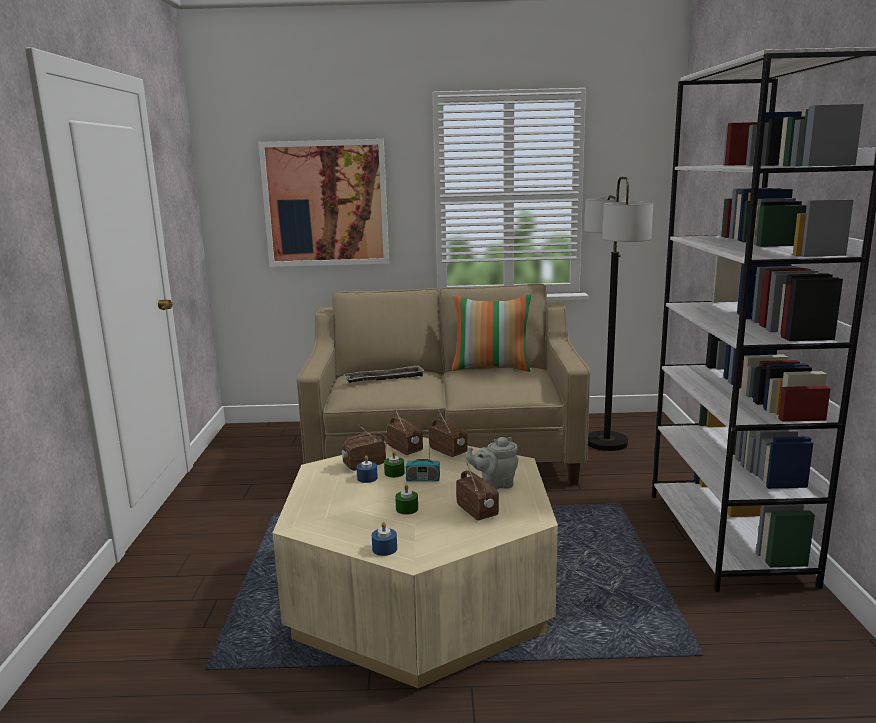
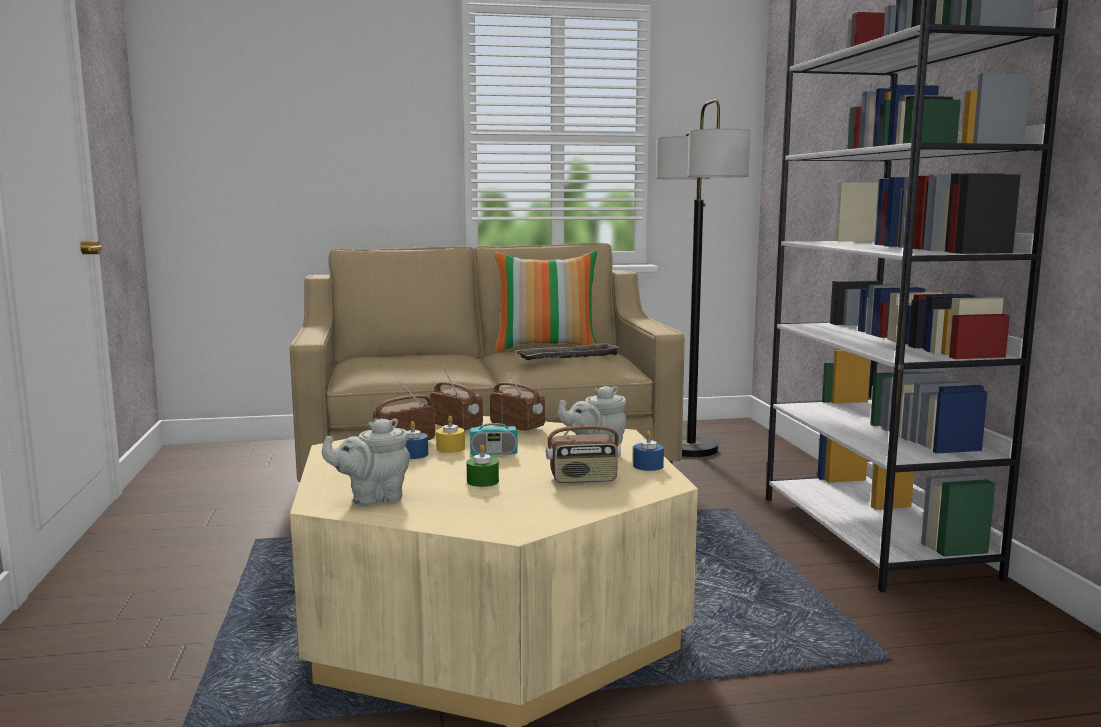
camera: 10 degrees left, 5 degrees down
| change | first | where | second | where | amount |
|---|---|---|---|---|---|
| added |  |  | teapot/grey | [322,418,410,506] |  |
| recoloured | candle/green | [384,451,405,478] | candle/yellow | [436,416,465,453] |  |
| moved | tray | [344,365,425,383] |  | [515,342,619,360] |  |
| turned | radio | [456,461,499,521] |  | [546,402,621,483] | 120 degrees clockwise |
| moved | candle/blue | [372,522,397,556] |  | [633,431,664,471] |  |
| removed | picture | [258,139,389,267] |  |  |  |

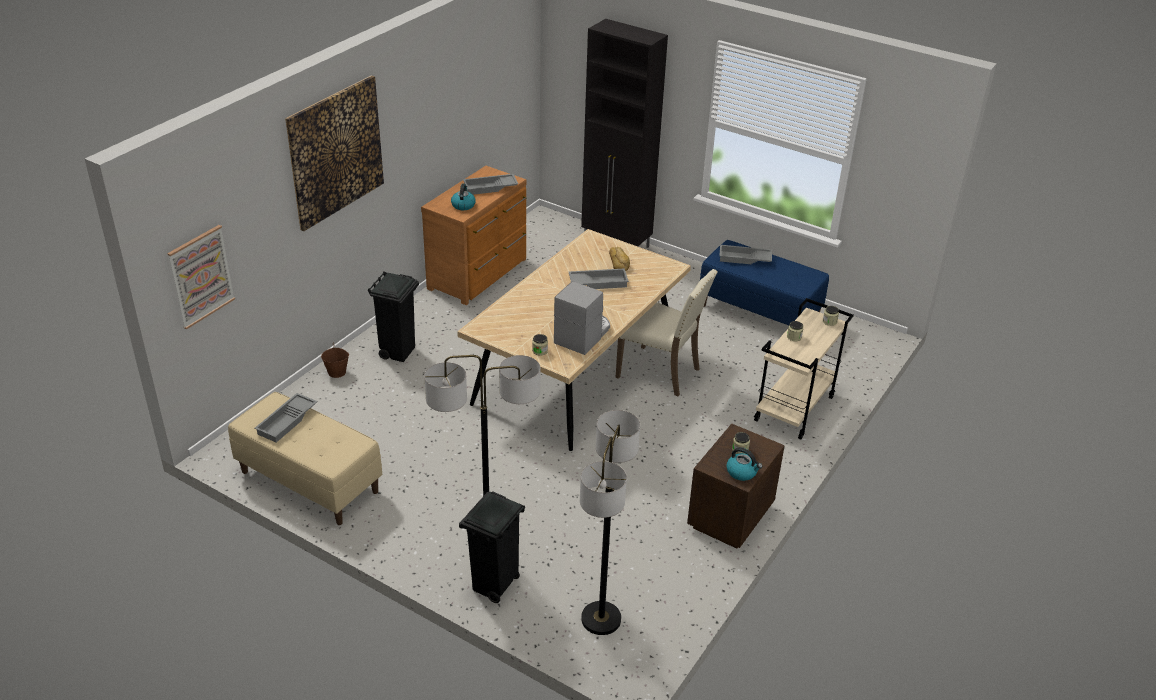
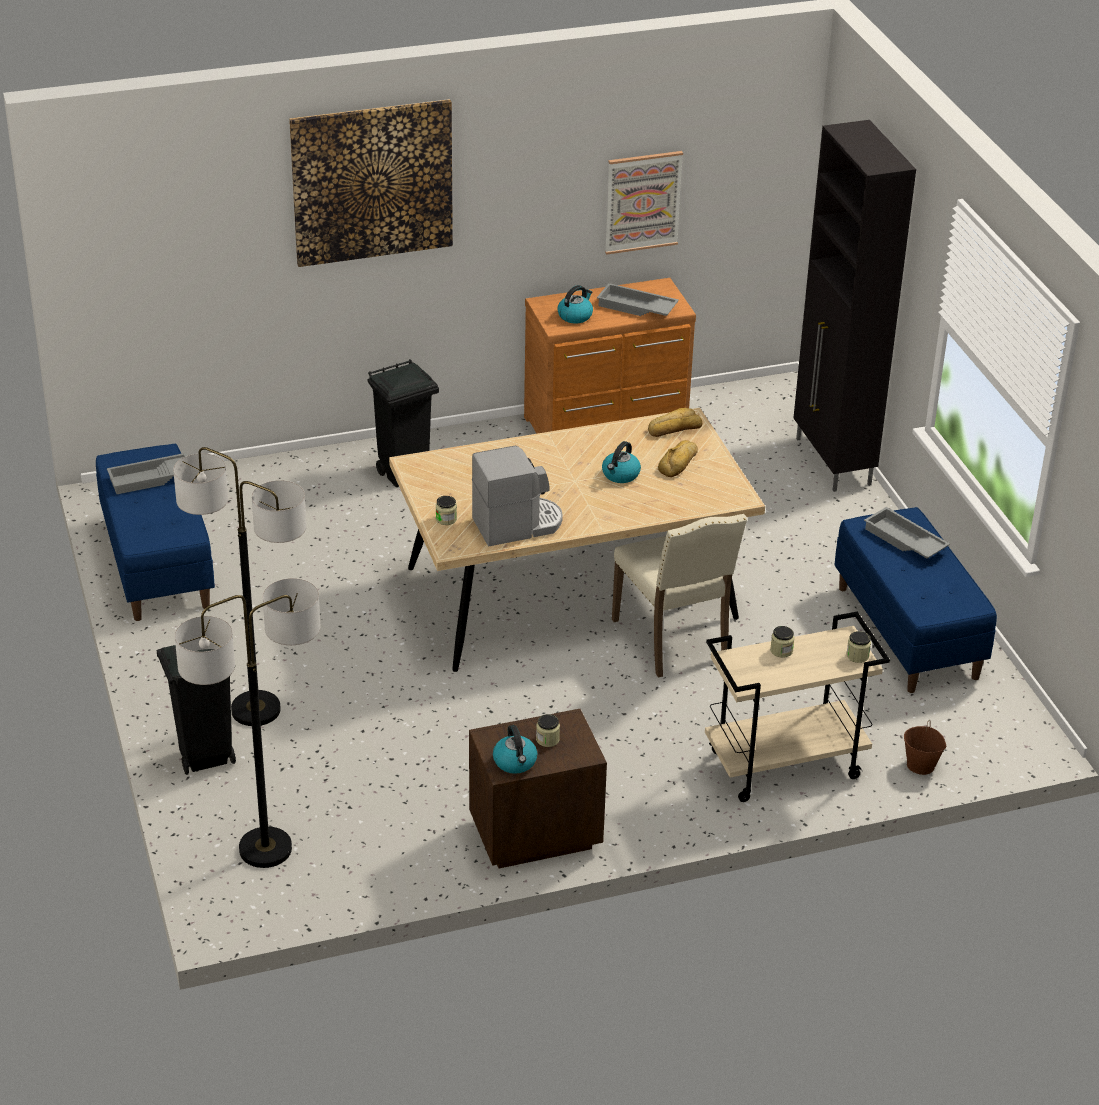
camera: 40 degrees right, 0 degrees up
| change | first | where | second | where | amount |
|---|---|---|---|---|---|
| recoloured | bench/beige | [228,392,382,525] | bench/blue | [96,444,215,621] |  |
| replaced | tray/grey | [569,268,629,289] | kettle | [602,441,641,483] |  |
| moved | picture | [167,225,235,330] |  | [605,151,683,255] |  |
| added |  |  | bread | [648,408,702,437] |  |
| moved | bucket/brown | [321,342,349,378] |  | [904,720,946,775] |  |

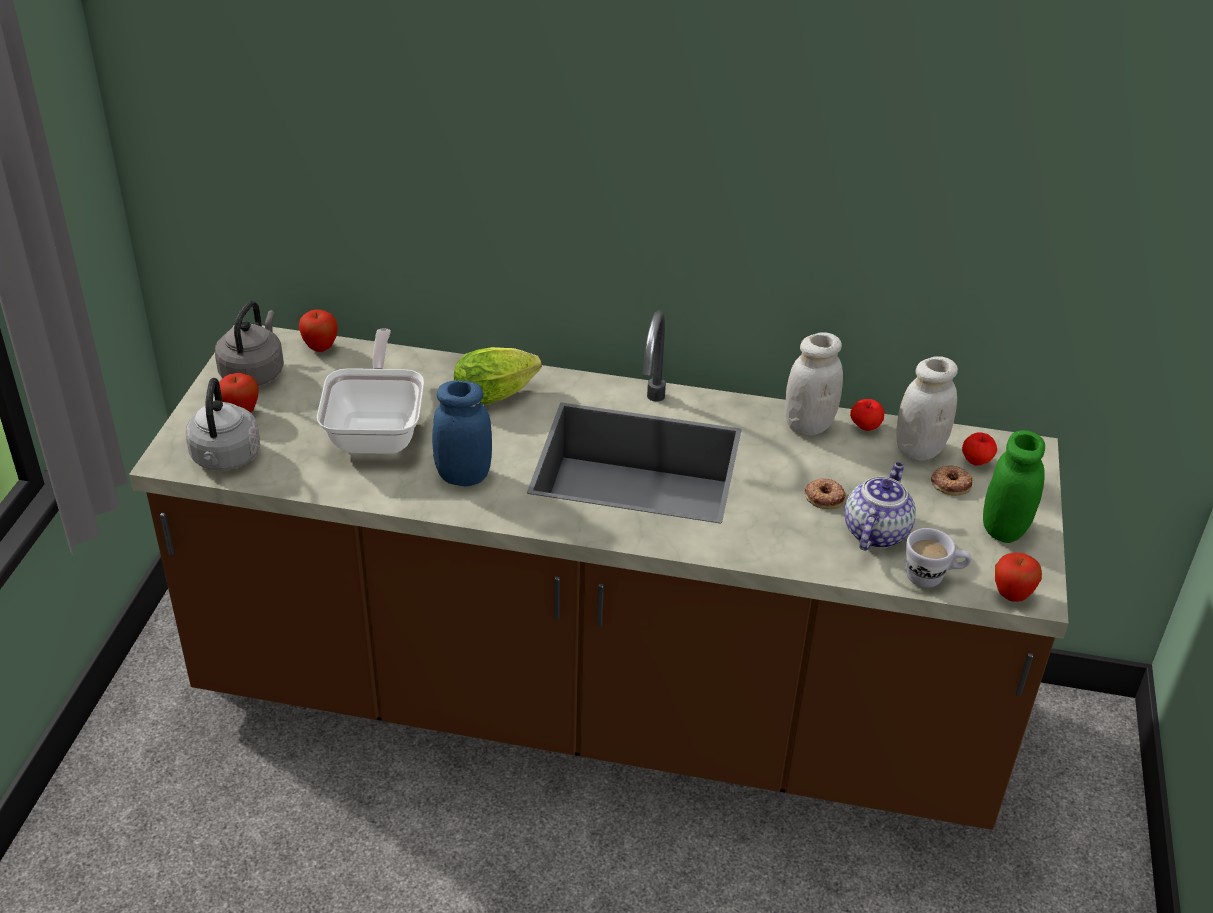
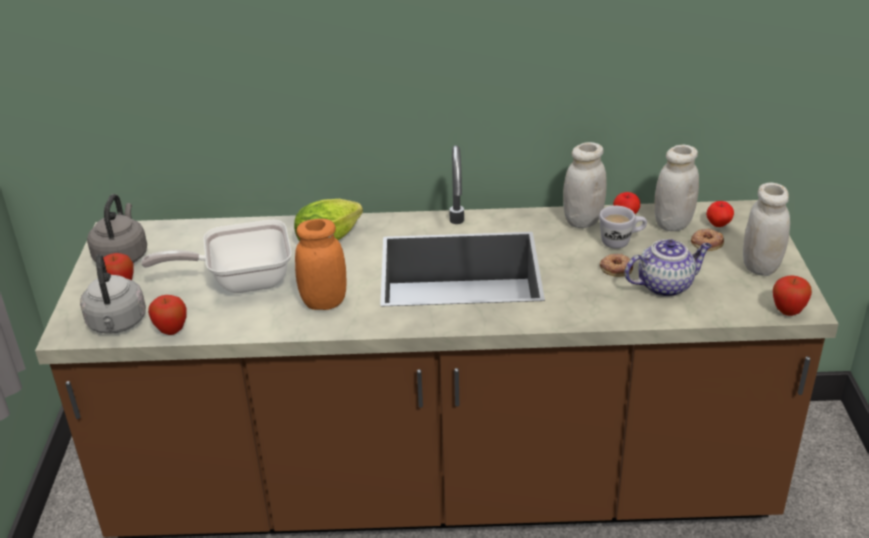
camera: 10 degrees left, 5 degrees down
| change | first | where | second | where | amount |
|---|---|---|---|---|---|
| turned | frying pan | [317,328,424,454] |  | [141,220,292,293] | 90 degrees counterclockwise |
| moved | apple | [299,310,338,352] |  | [148,295,187,335] |  |
| recoloured | jar/blue | [432,380,492,487] | jar/orange | [295,219,347,310] |  |
| moved | mug/white | [906,528,971,588] |  | [600,206,647,249] |  |
| turned | teapot | [845,462,916,551] |  | [624,239,712,297] | 60 degrees clockwise |
| recoloured | jar/green | [983,430,1045,543] | jar/white | [743,183,790,276] |  |

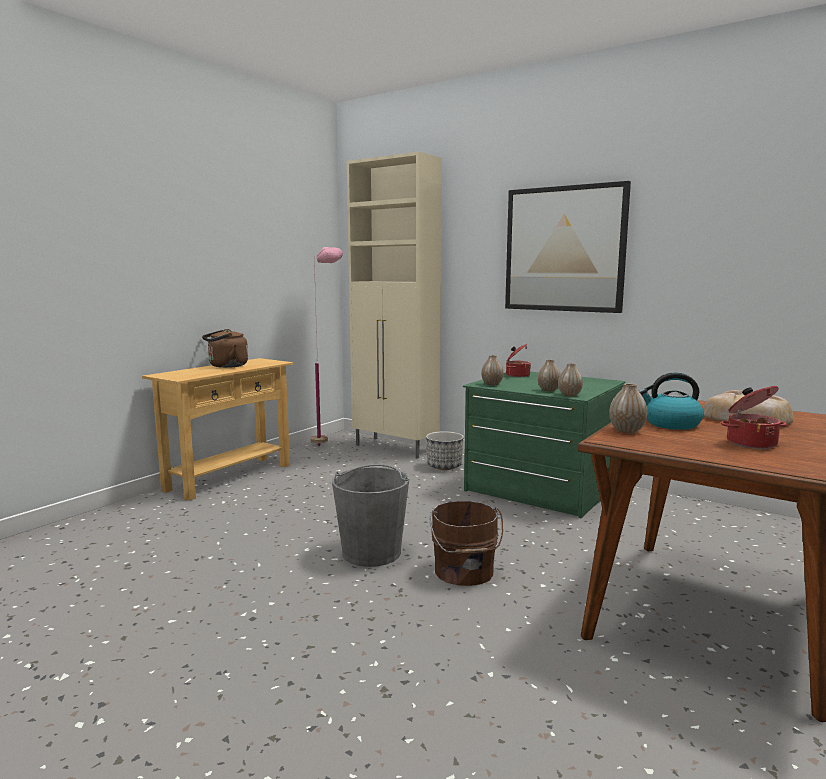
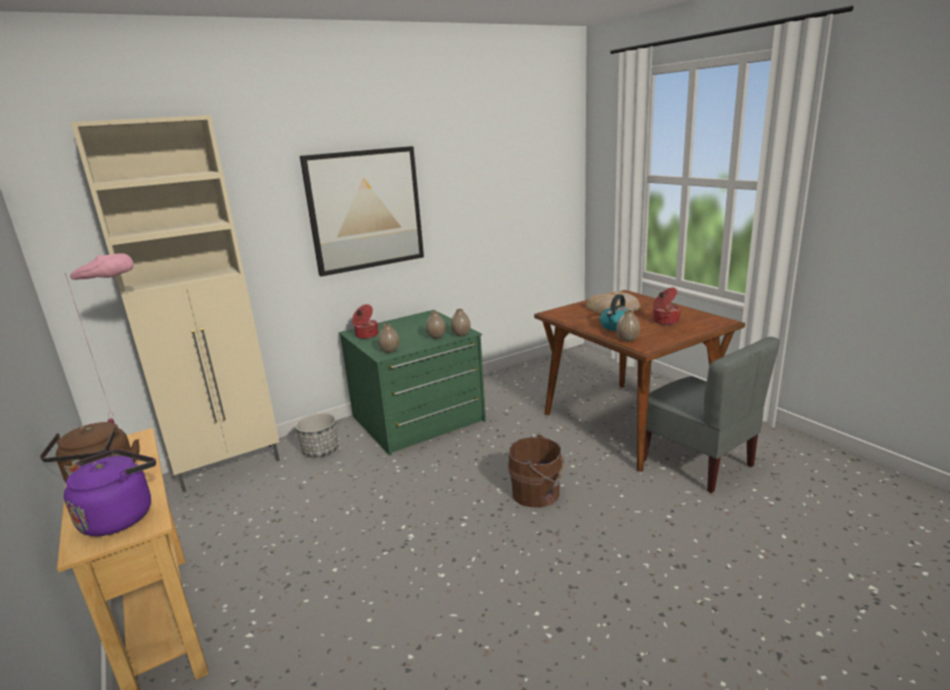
camera: 65 degrees left, 10 degrees up
| change | first | where | second | where | amount |
|---|---|---|---|---|---|
| added |  |  | kettle/purple | [64,450,156,536] |  |
| added |  |  | chair/grey | [644,337,780,493] |  |
| removed | bucket/grey | [332,464,409,567] |  |  |  |

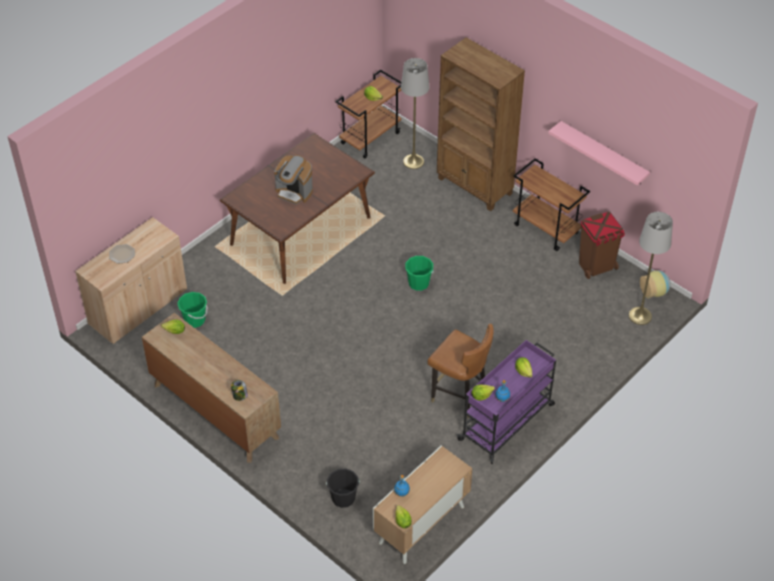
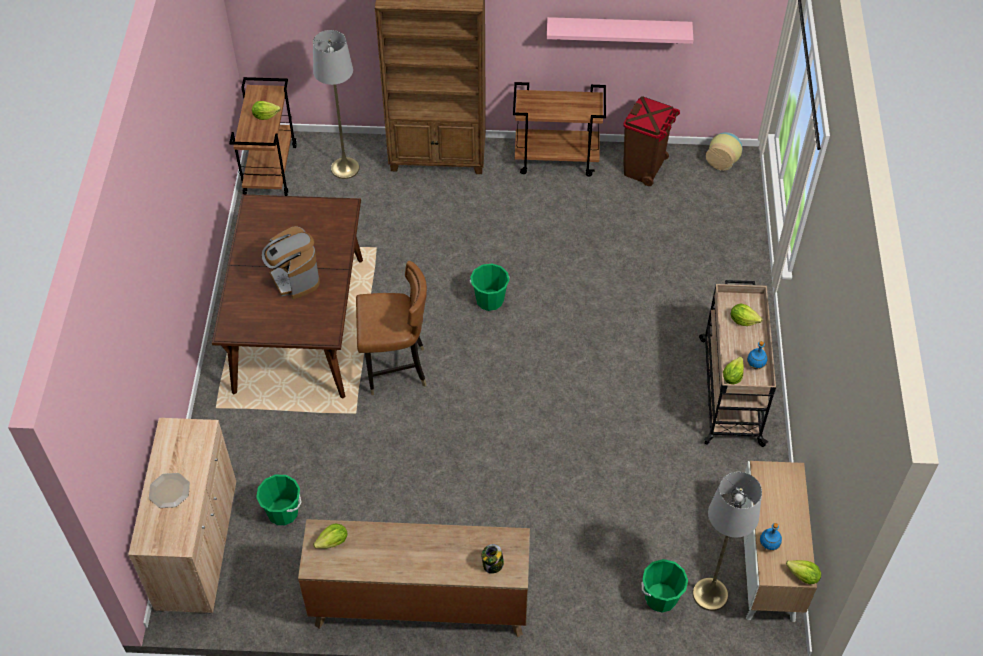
camera: 40 degrees left, 5 degrees up
| change | first | where | second | where | amount |
|---|---|---|---|---|---|
| turned | coffee machine | [274,155,313,205] |  | [262,226,320,299] | 75 degrees clockwise |
| moved | chair/brown | [427,324,494,418] |  | [356,261,427,395] |  |
| recoloured | bucket/black | [326,468,360,508] | bucket/green | [641,559,688,613] |  |
| moved | floor lamp/grey | [629,212,673,325] |  | [693,472,762,611] |  |
| recoloured | cart/purple | [457,340,556,464] | cart/beige | [699,280,776,447] |  |

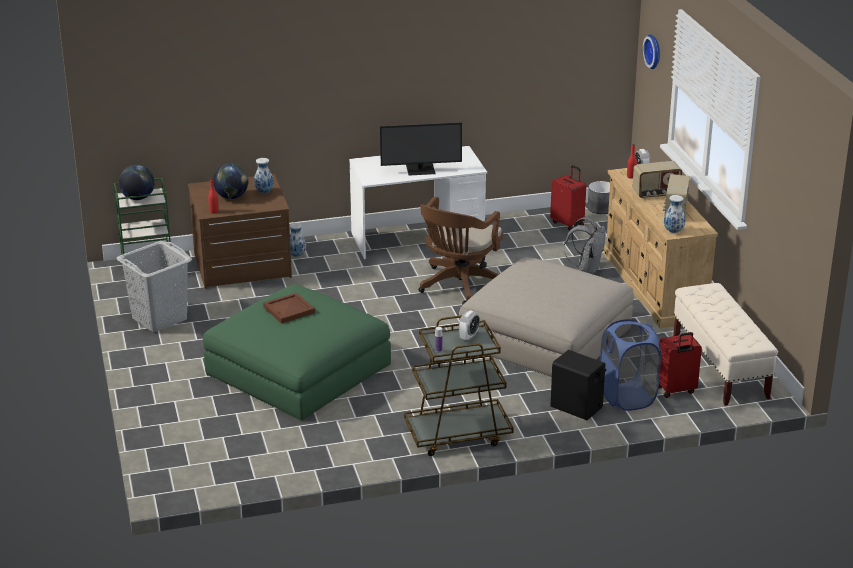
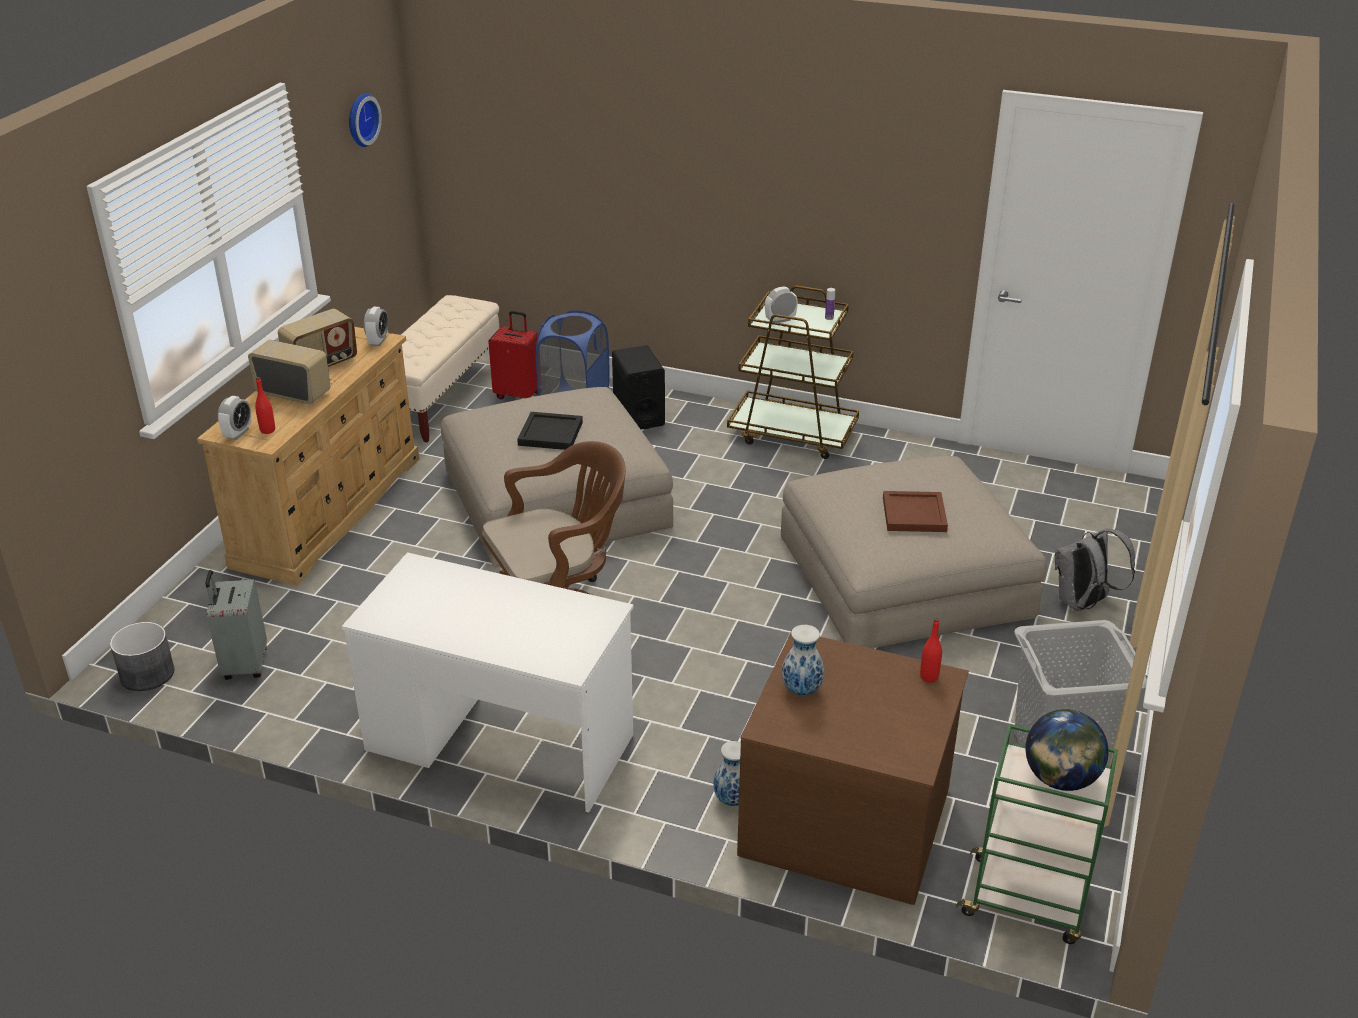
camera: 145 degrees left, 5 degrees up
| change | first | where | second | where | amount |
|---|---|---|---|---|---|
| recoloured | suitcase/red | [550,165,586,231] | suitcase/grey | [205,570,267,680] |  |
| moved | wall clock | [643,34,660,69] |  | [349,93,382,147] |  |
| replaced | vase | [664,195,685,233] | alarm clock | [364,307,388,346] |  |
| added |  |  | tray/black | [517,412,583,450] |  |
| recoloured | ottoman/green | [203,285,391,421] | ottoman/beige | [781,456,1046,648] |  |
| moved | backpack/grey | [564,217,605,274] |  | [1055,528,1135,611] |  |
| removed | globe | [213,164,248,199] |  |  |  |
| removed | monitor | [380,122,462,176] |  |  |  |

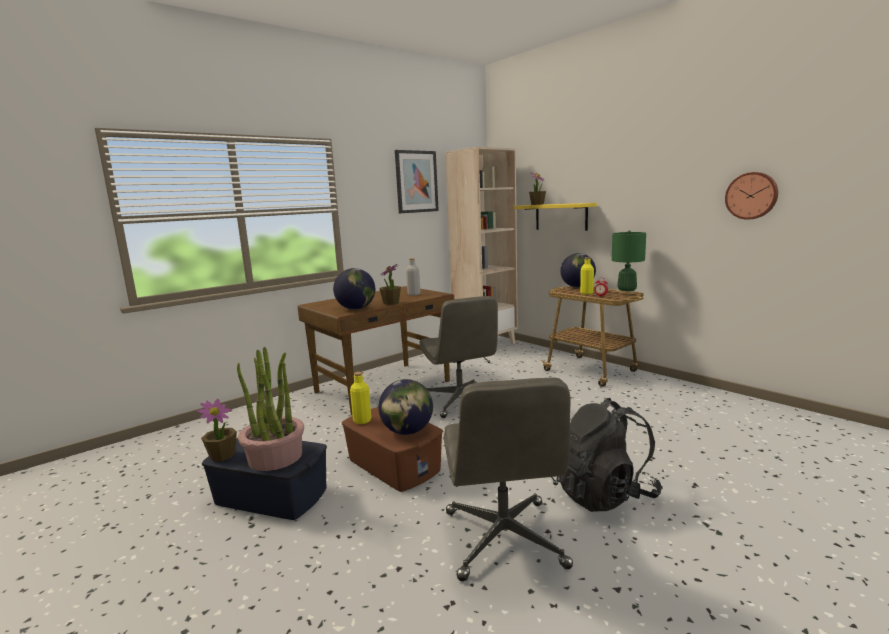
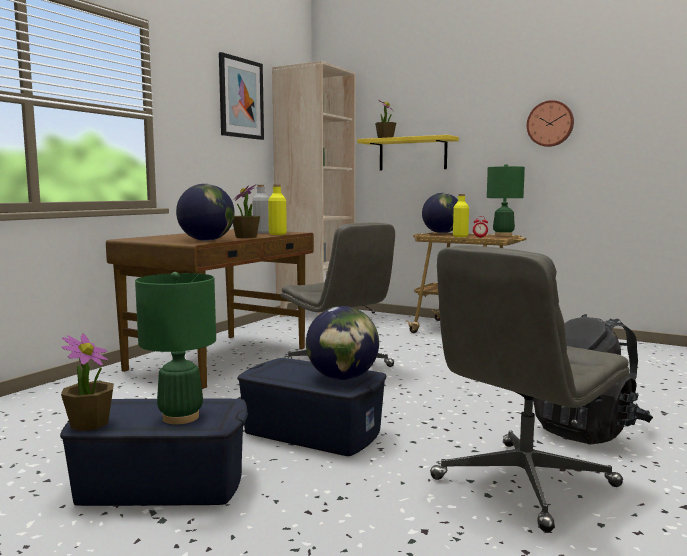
camera: 20 degrees left, 5 degrees down
| change | first | where | second | where | amount |
|---|---|---|---|---|---|
| replaced | potted plant | [237,347,304,471] | table lamp/green | [135,272,216,424] |  |
| recoloured | storage box/brown | [342,407,443,492] | storage box/blue | [237,358,386,456] |  |
| moved | bottle/yellow | [350,372,371,424] |  | [268,184,287,235] |  |
| turned | office chair/grey | [444,377,573,581] |  | [430,245,630,532] | 75 degrees clockwise |
| moved | wall clock | [725,172,778,220] |  | [527,100,574,147] |  |

